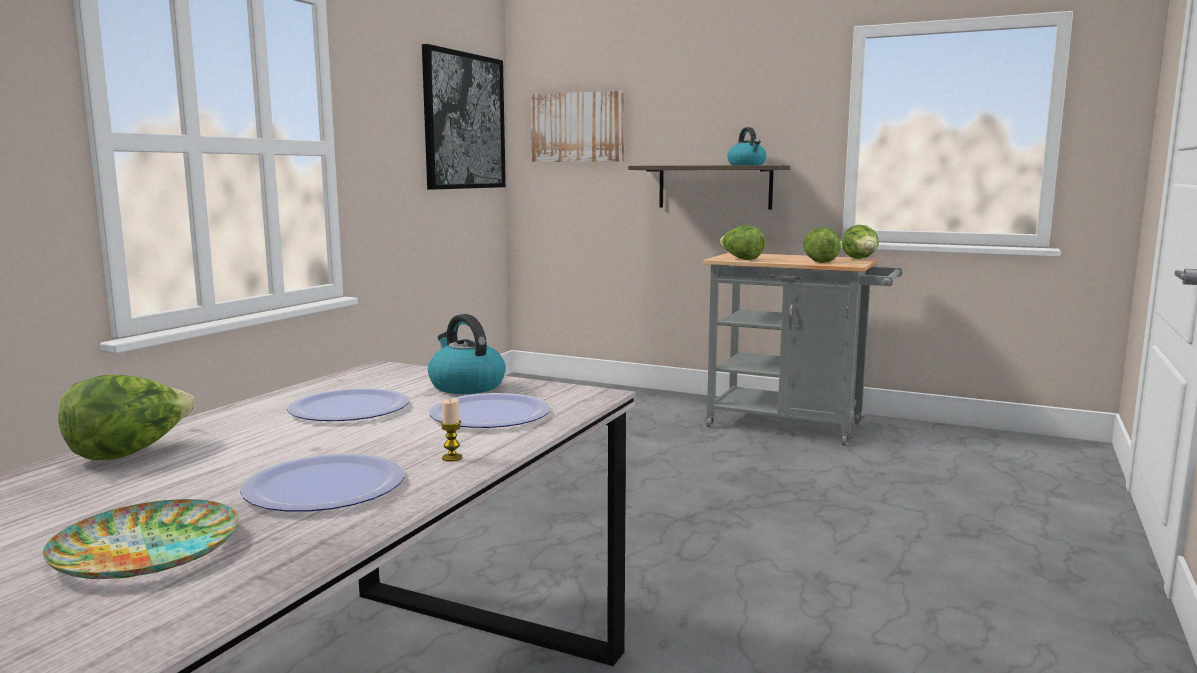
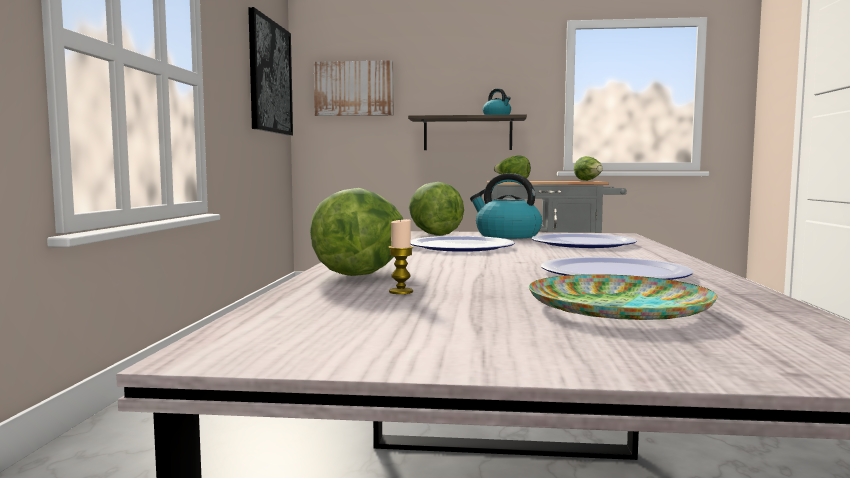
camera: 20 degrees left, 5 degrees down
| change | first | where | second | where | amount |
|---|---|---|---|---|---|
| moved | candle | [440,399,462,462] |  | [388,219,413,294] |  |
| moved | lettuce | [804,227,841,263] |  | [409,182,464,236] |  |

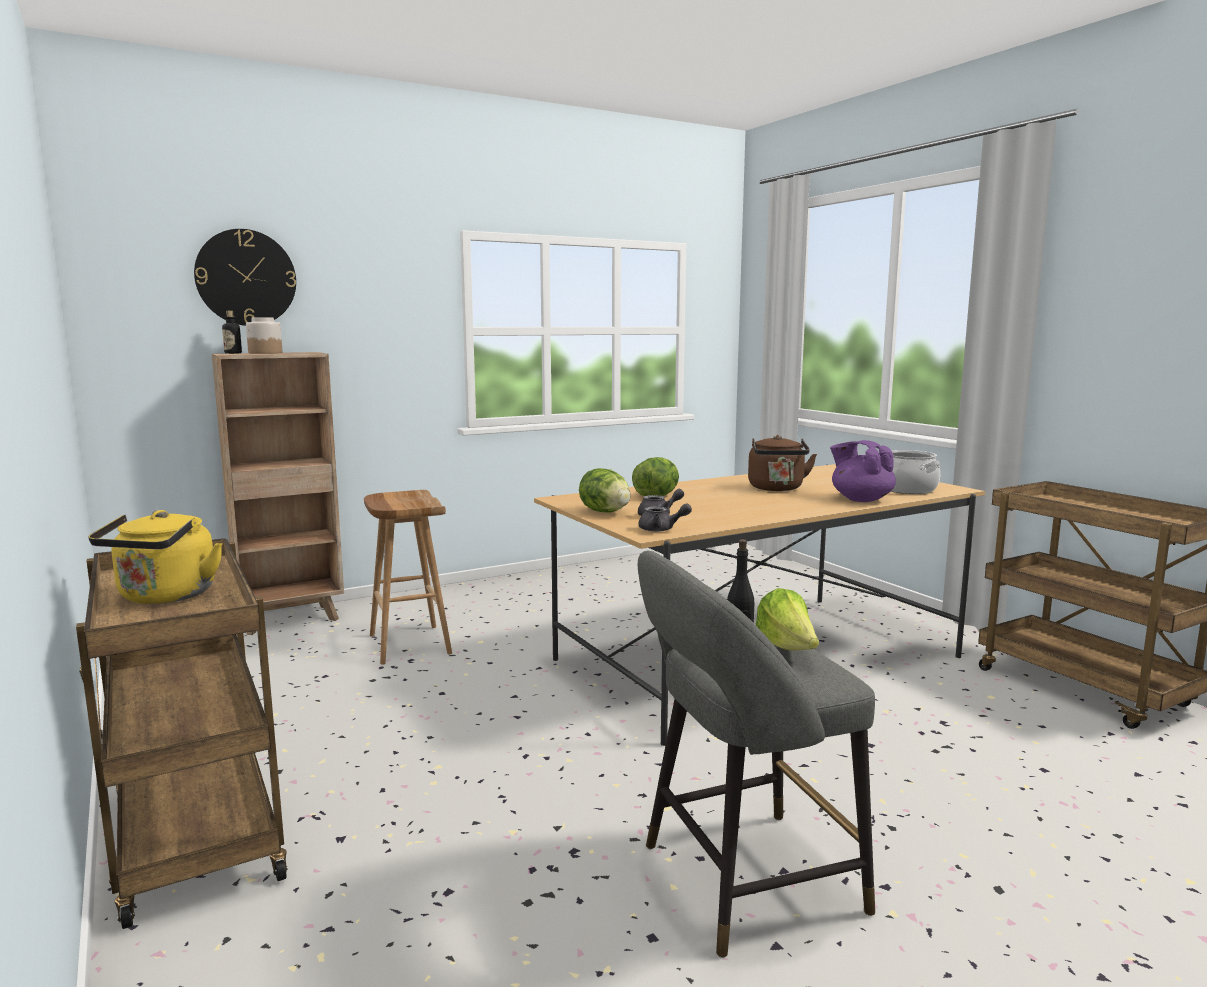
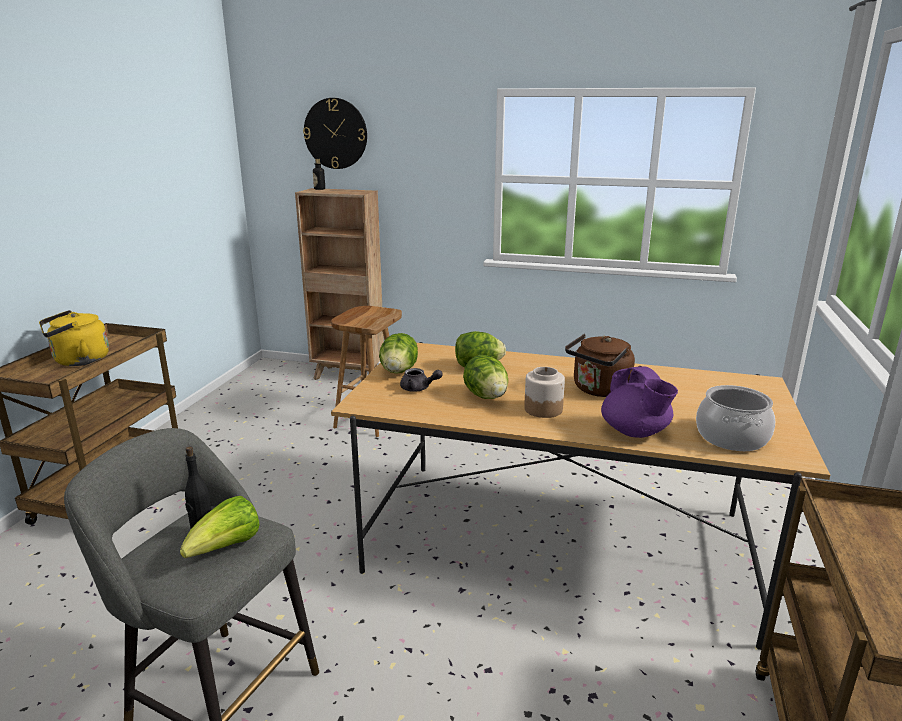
camera: 45 degrees right, 10 degrees up
| change | first | where | second | where | amount |
|---|---|---|---|---|---|
| added |  |  | lettuce | [463,355,508,399] |  |
| moved | jar | [246,318,282,354] |  | [524,367,565,418] |  |
| turned | teapot/purple | [830,440,896,502] |  | [601,367,678,438] | 150 degrees clockwise |
| removed | teapot/grey | [638,503,692,532] |  |  |  |

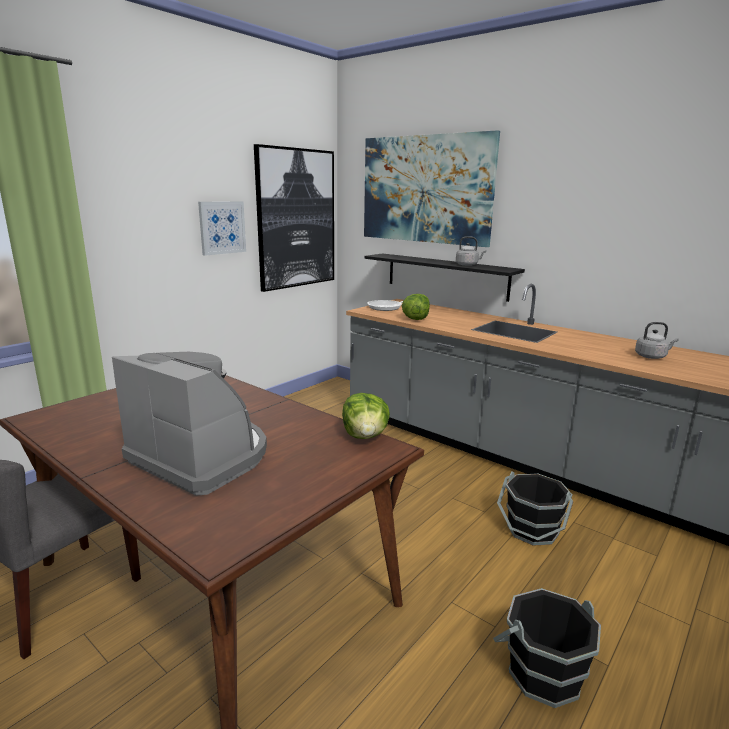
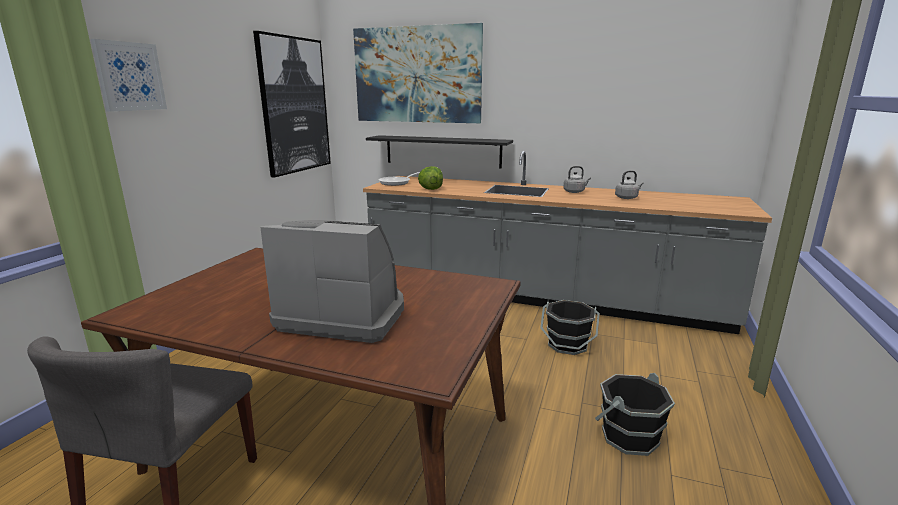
camera: 20 degrees left, 0 degrees up
| change | first | where | second | where | amount |
|---|---|---|---|---|---|
| moved | picture | [198,201,246,256] |  | [91,39,167,112] |  |
| moved | kettle/grey | [456,236,486,266] |  | [563,166,591,193] |  |
| removed | lettuce | [342,393,390,439] |  |  |  |

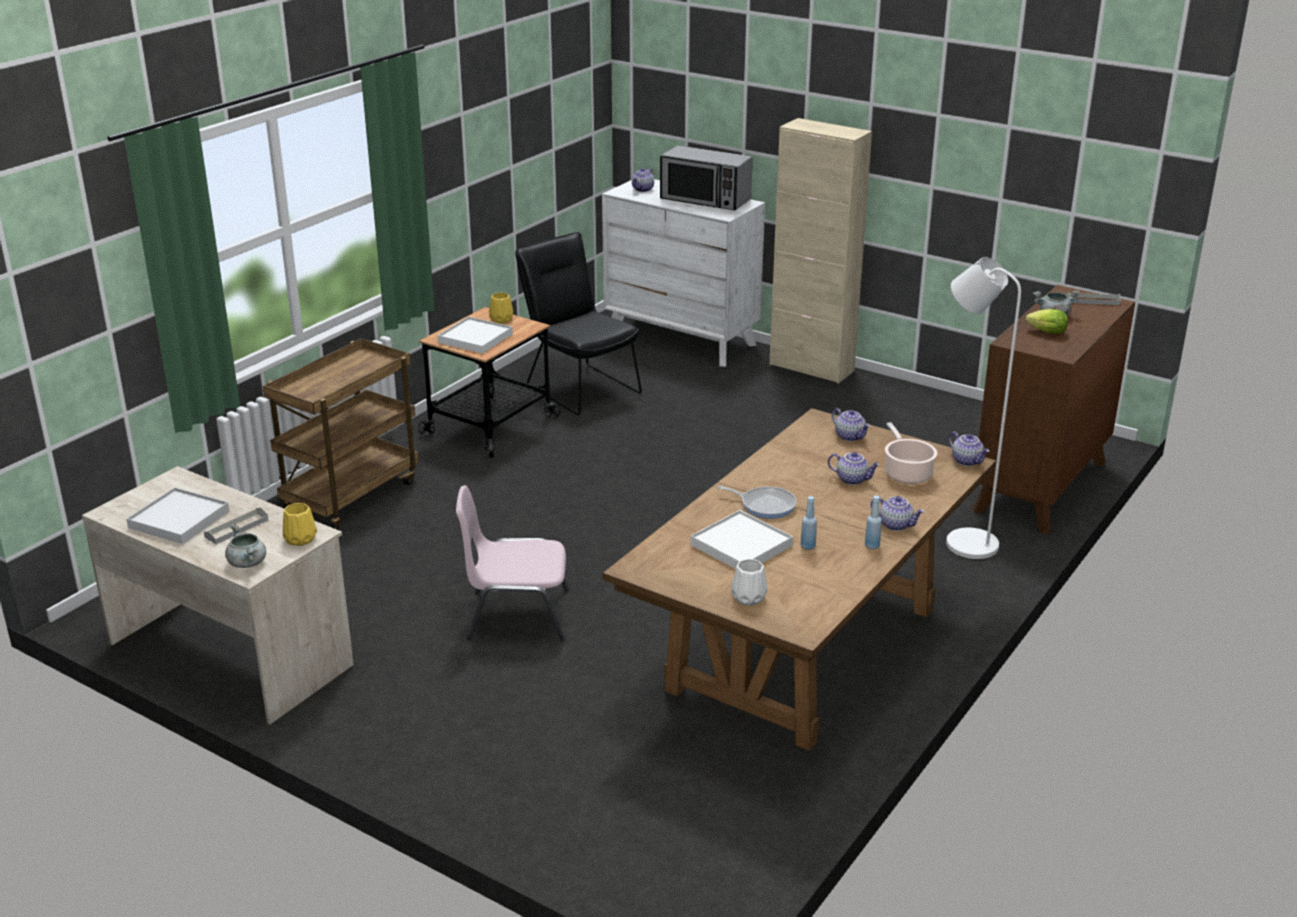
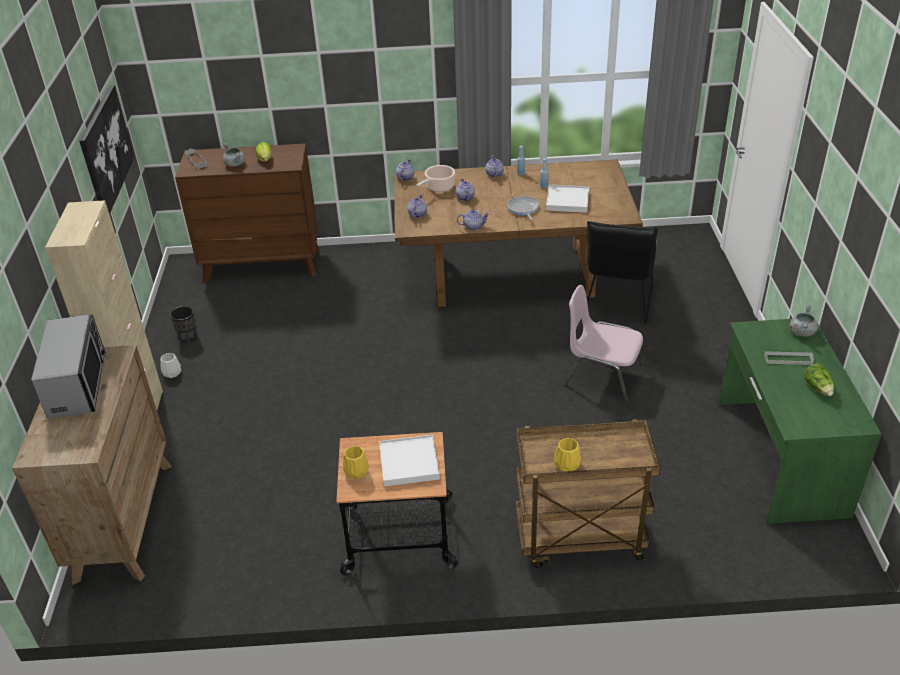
camera: 125 degrees left, 10 degrees up
| change | first | where | second | where | amount |
|---|---|---|---|---|---|
| recoloured | dresser/white | [602,179,765,367] | dresser/brown | [12,345,172,585] |  |
| added |  |  | picture | [79,85,135,215] |  |
| moved | vase/white | [731,559,767,606] |  | [160,353,181,378] |  |
| added |  |  | planter/black | [170,306,197,344] |  |
| moved | teapot | [632,168,654,192] |  | [457,210,490,230] |  |
| moved | vase/yellow | [283,503,317,546] |  | [554,438,581,472] |  |
| turned | chair/pink | [456,485,569,642] |  | [564,285,643,402] | 150 degrees clockwise |
| moved | chair/black | [515,232,642,415] |  | [586,221,658,323] |  |
| recoloured | desk/beige | [82,466,354,724] | desk/green | [719,319,882,524] |  |
| replaced | tray/white | [126,487,229,544] | lettuce | [804,363,834,396] |  |
| removed | floor lamp/white | [946,257,1021,559] |  |  |  |

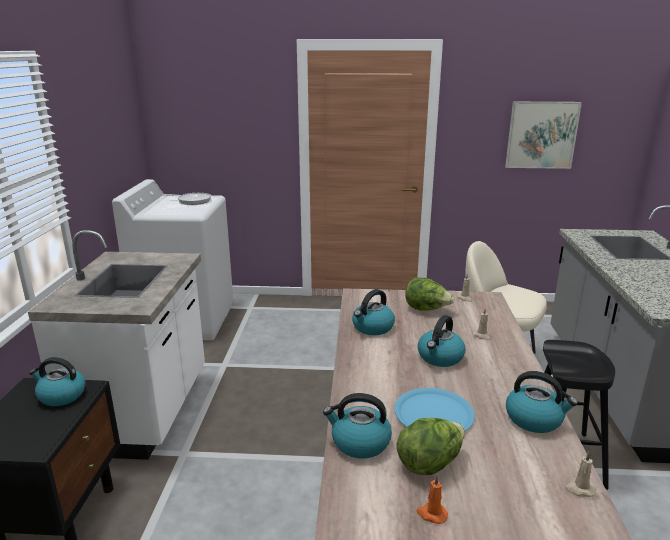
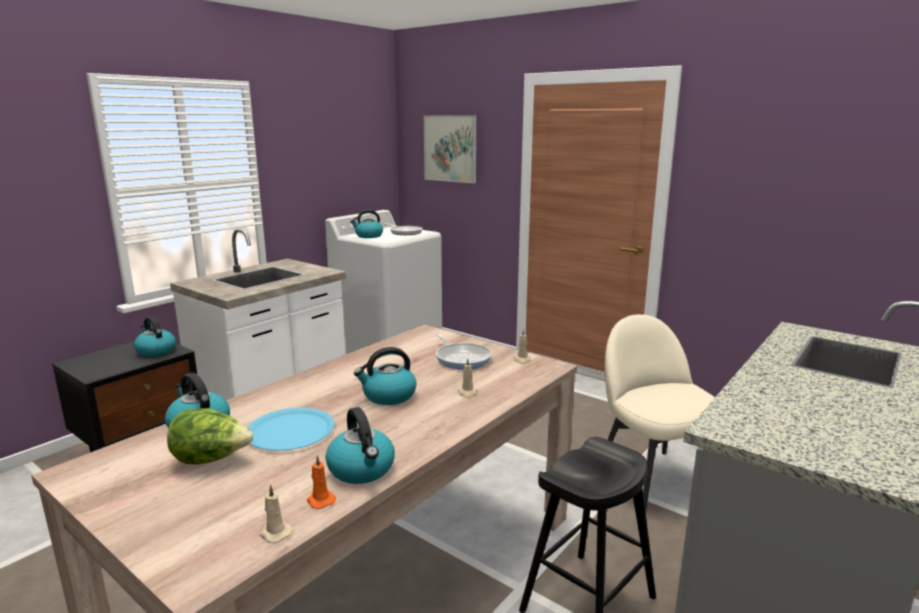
camera: 35 degrees right, 5 degrees down
| change | first | where | second | where | amount |
|---|---|---|---|---|---|
| moved | candle/orange | [417,476,448,524] |  | [307,455,336,509] |  |
| moved | kettle | [352,289,395,335] |  | [350,210,383,238] |  |
| moved | picture | [505,102,582,169] |  | [424,115,476,184] |  |
| replaced | lettuce | [405,278,454,311] | frying pan | [435,334,492,369] |  |

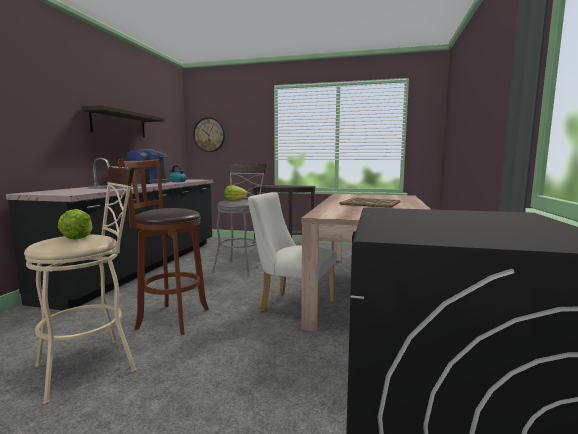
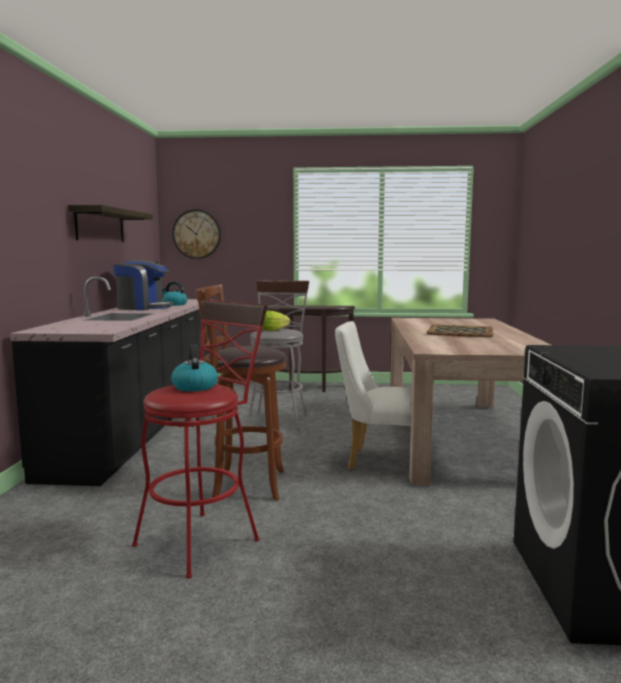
camera: 10 degrees left, 0 degrees up
| change | first | where | second | where | amount |
|---|---|---|---|---|---|
| recoloured | stool/beige | [24,166,136,405] | stool/red | [132,299,268,579] |  |
| replaced | lettuce | [58,209,93,240] | kettle | [171,344,218,391] |  |

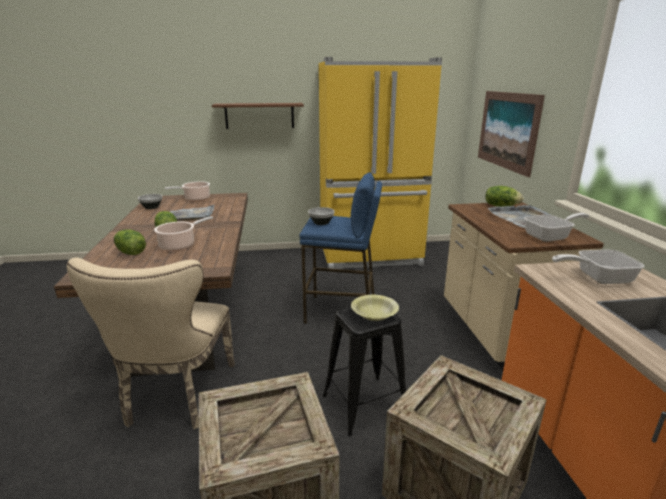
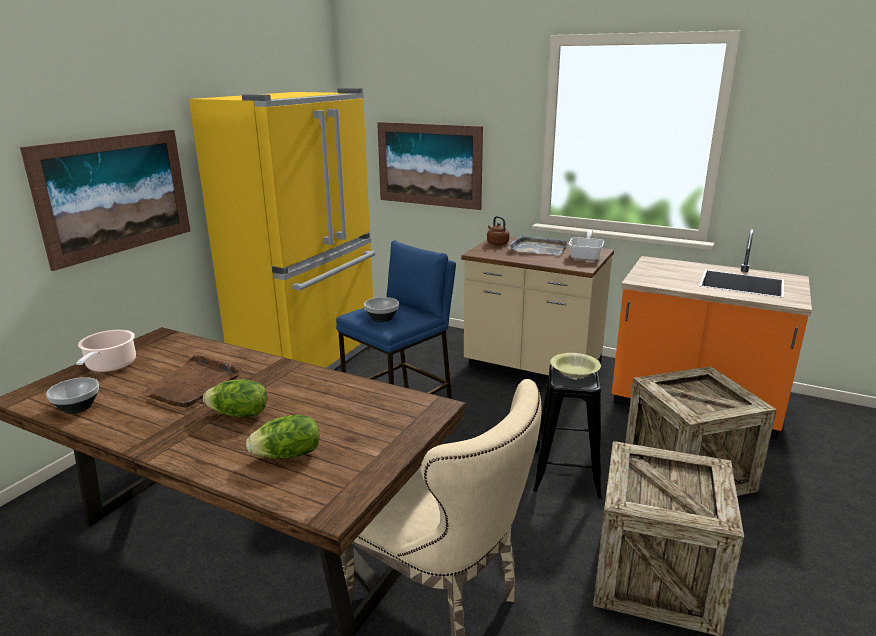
camera: 55 degrees left, 0 degrees up
| change | first | where | second | where | amount |
|---|---|---|---|---|---|
| replaced | shelf/brown | [212,103,304,129] | picture | [20,130,190,271] |  |
| recoloured | tray/grey | [170,204,215,221] | tray/brown | [140,355,242,408] |  |
| replaced | lettuce | [485,186,524,207] | kettle/brown | [487,216,509,245] |  |
| removed | cooking pot | [154,216,213,251] |  |  |  |
| removed | frying pan | [552,250,645,284] |  |  |  |

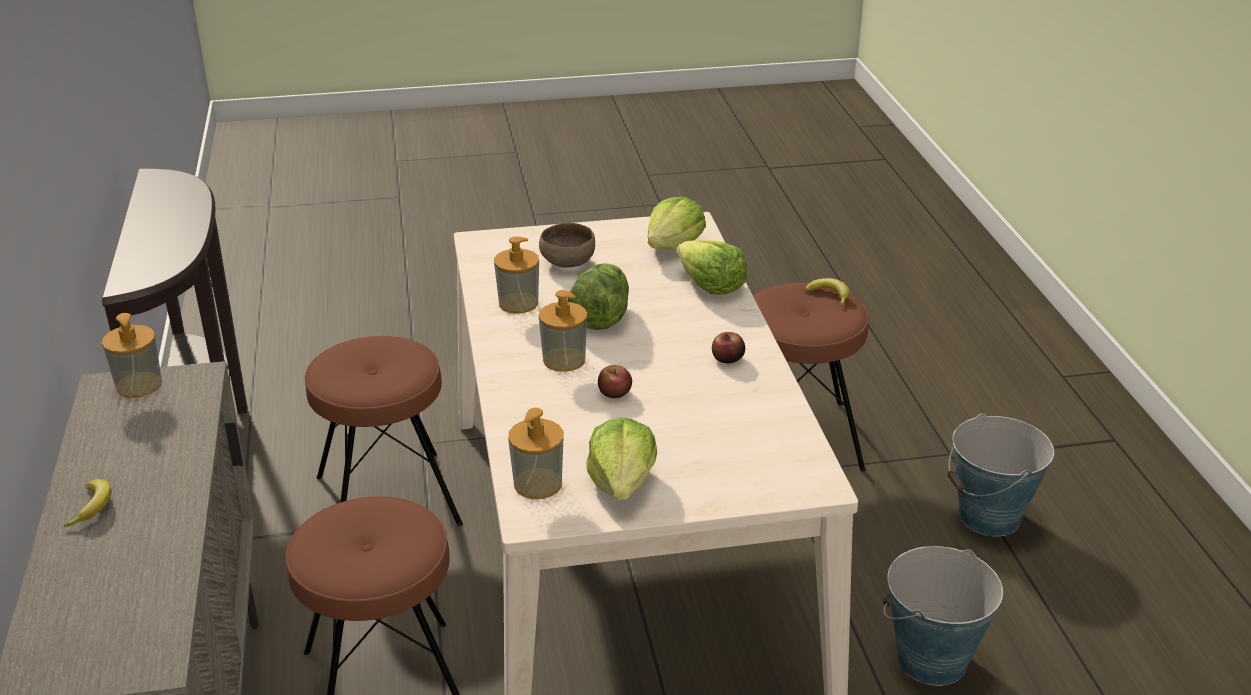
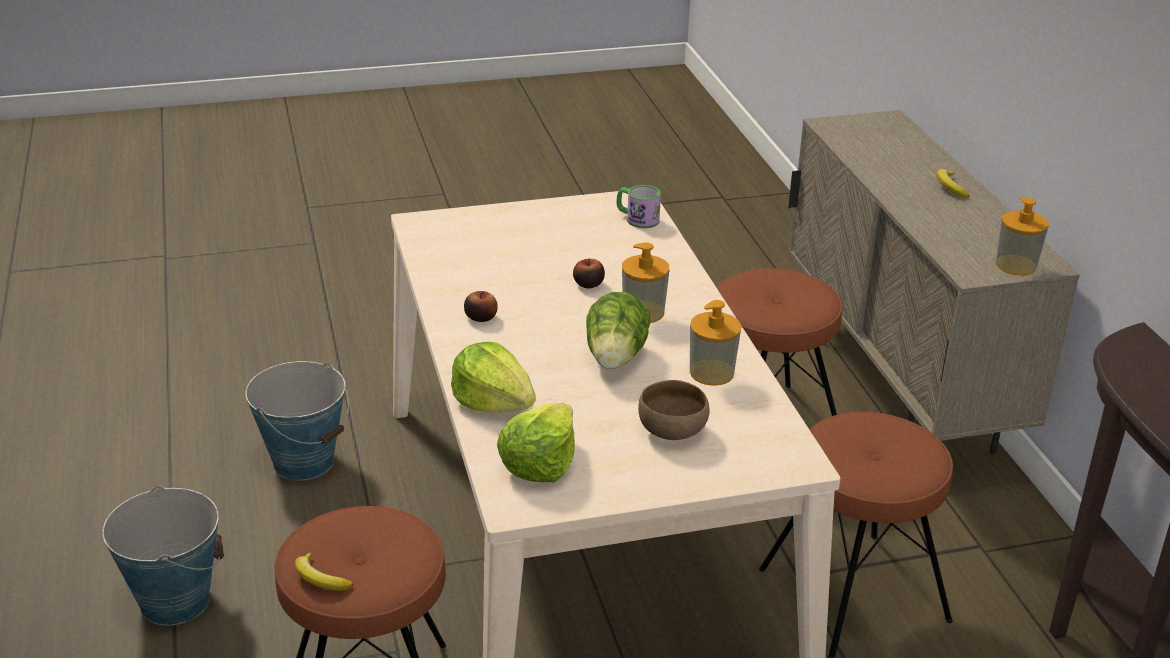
camera: 175 degrees right, 0 degrees up
| change | first | where | second | where | amount |
|---|---|---|---|---|---|
| replaced | soap dispenser | [508,408,564,499] | mug | [616,185,661,228] |  |
| removed | lettuce | [586,417,657,500] |  |  |  |

